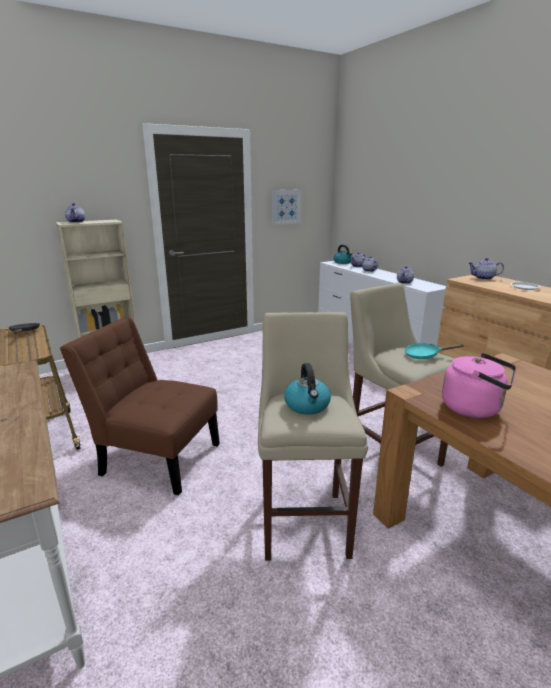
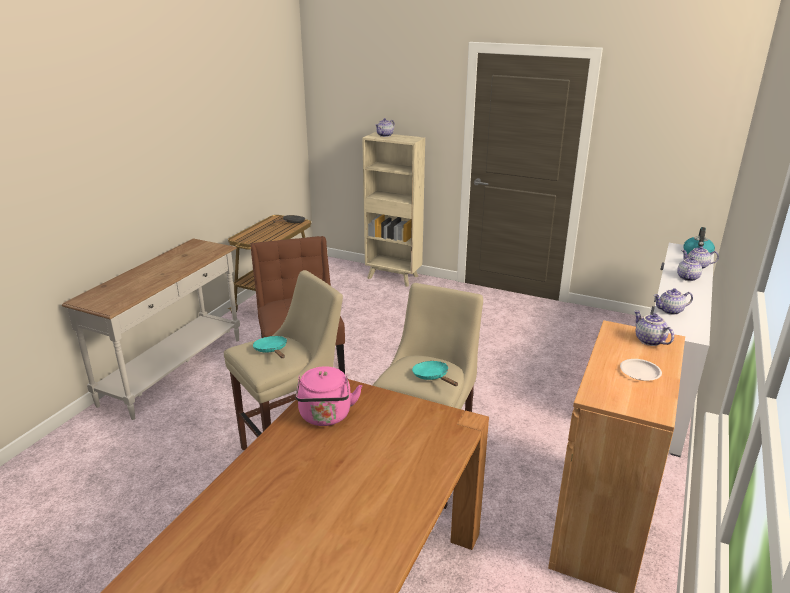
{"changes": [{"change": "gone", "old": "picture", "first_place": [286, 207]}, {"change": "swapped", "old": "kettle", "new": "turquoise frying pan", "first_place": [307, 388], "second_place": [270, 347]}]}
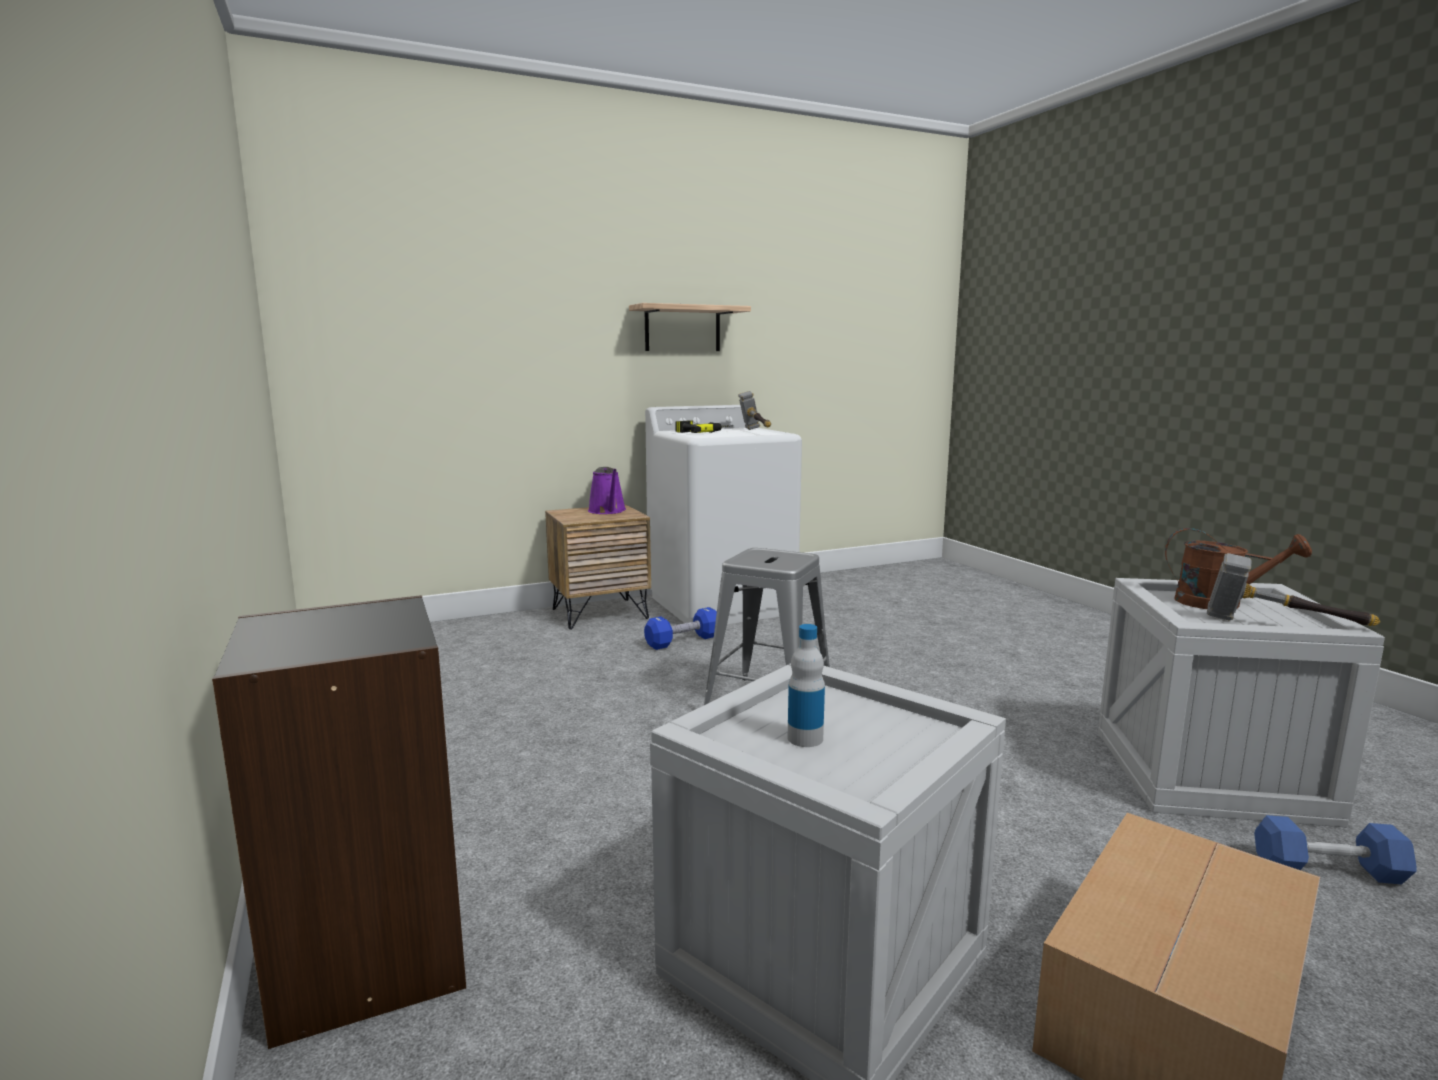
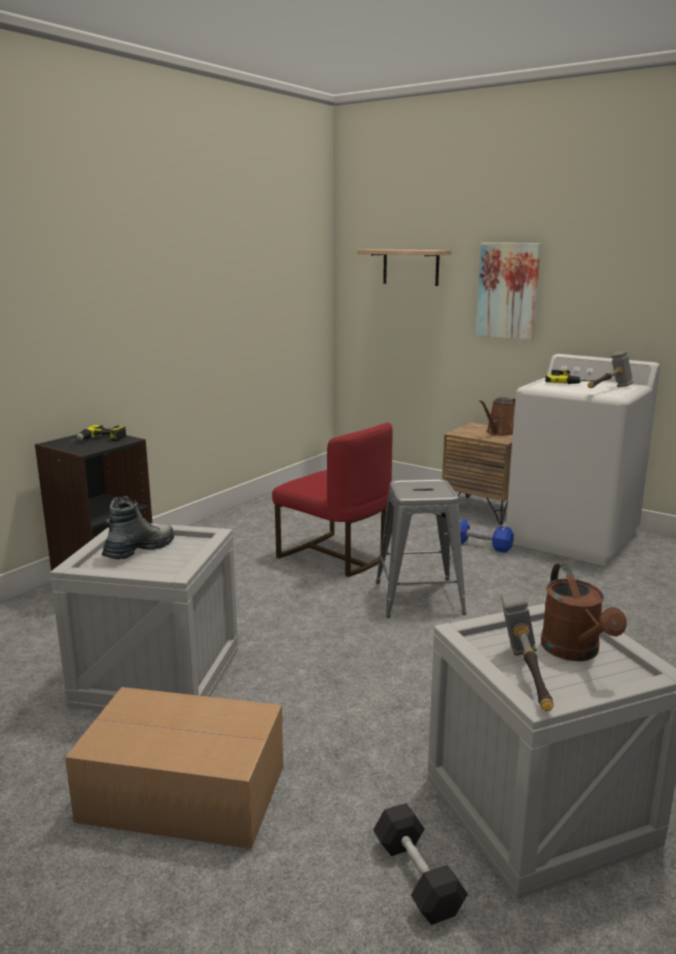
{"changes": [{"change": "new", "new": "power drill", "second_place": [97, 434]}, {"change": "new", "new": "red chair", "second_place": [332, 499]}, {"change": "new", "new": "picture", "second_place": [508, 291]}, {"change": "shifted", "old": "shelf", "first_place": [690, 327], "second_place": [404, 267]}, {"change": "swapped", "old": "bottle", "new": "boot", "first_place": [806, 685], "second_place": [137, 528]}, {"change": "repainted", "old": "purple watering can", "new": "brown watering can", "first_place": [607, 490], "second_place": [497, 416]}, {"change": "repainted", "old": "blue dumbbell", "new": "black dumbbell", "first_place": [1335, 849], "second_place": [420, 864]}]}
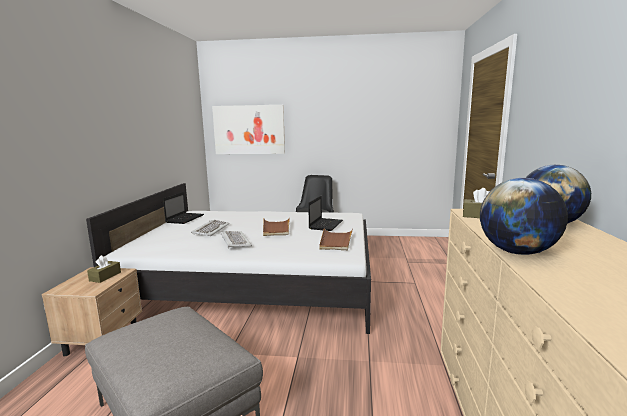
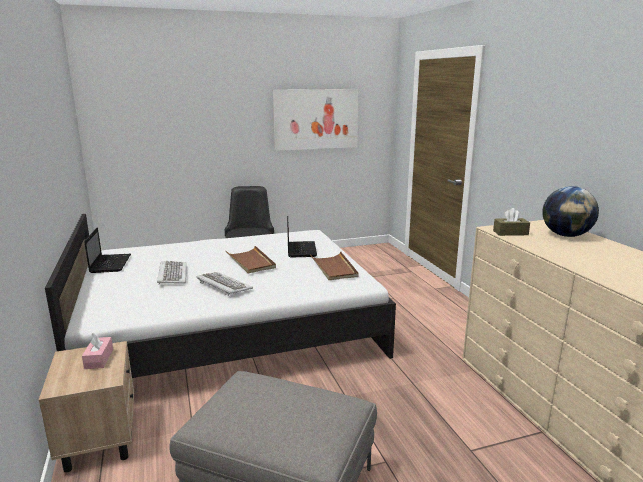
{"changes": [{"change": "gone", "old": "globe", "first_place": [524, 216]}, {"change": "shifted", "old": "picture", "first_place": [248, 129], "second_place": [315, 120]}, {"change": "repainted", "old": "brown tissue box", "new": "pink tissue box", "first_place": [104, 269], "second_place": [97, 350]}]}
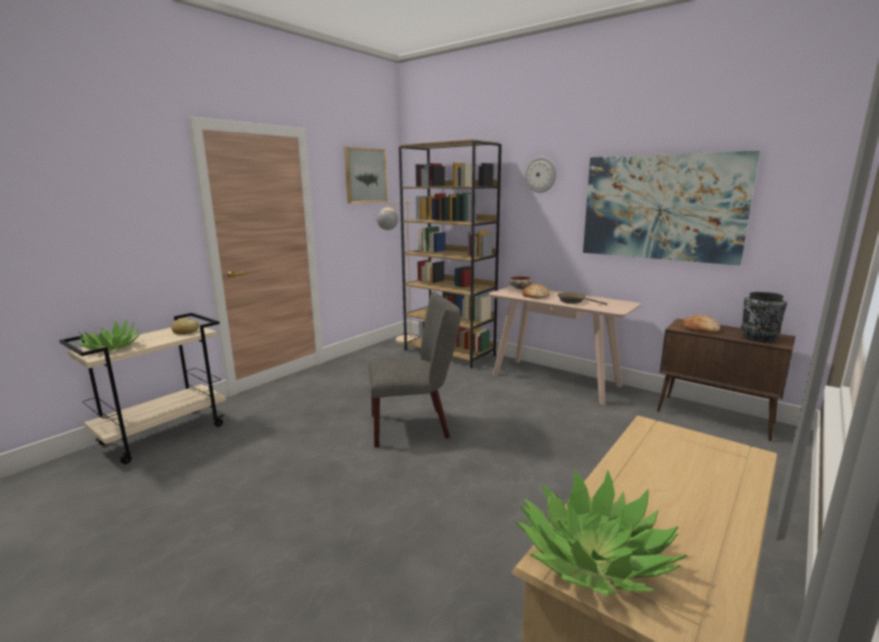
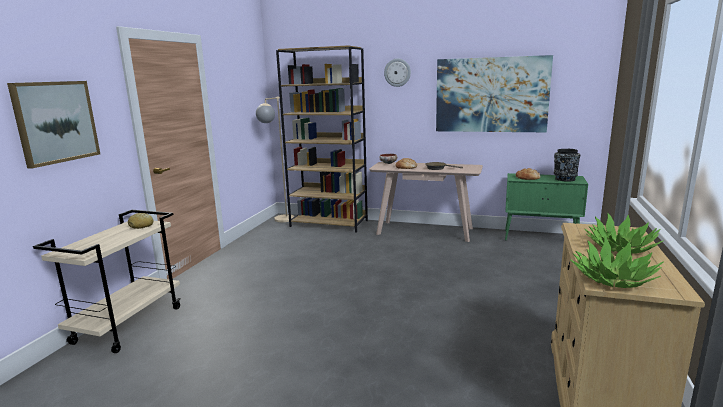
{"changes": [{"change": "gone", "old": "grey chair", "first_place": [415, 369]}, {"change": "shifted", "old": "potted plant", "first_place": [108, 335], "second_place": [624, 233]}, {"change": "shifted", "old": "picture", "first_place": [366, 175], "second_place": [53, 125]}, {"change": "repainted", "old": "brown cabinet", "new": "green cabinet", "first_place": [726, 380], "second_place": [546, 207]}]}
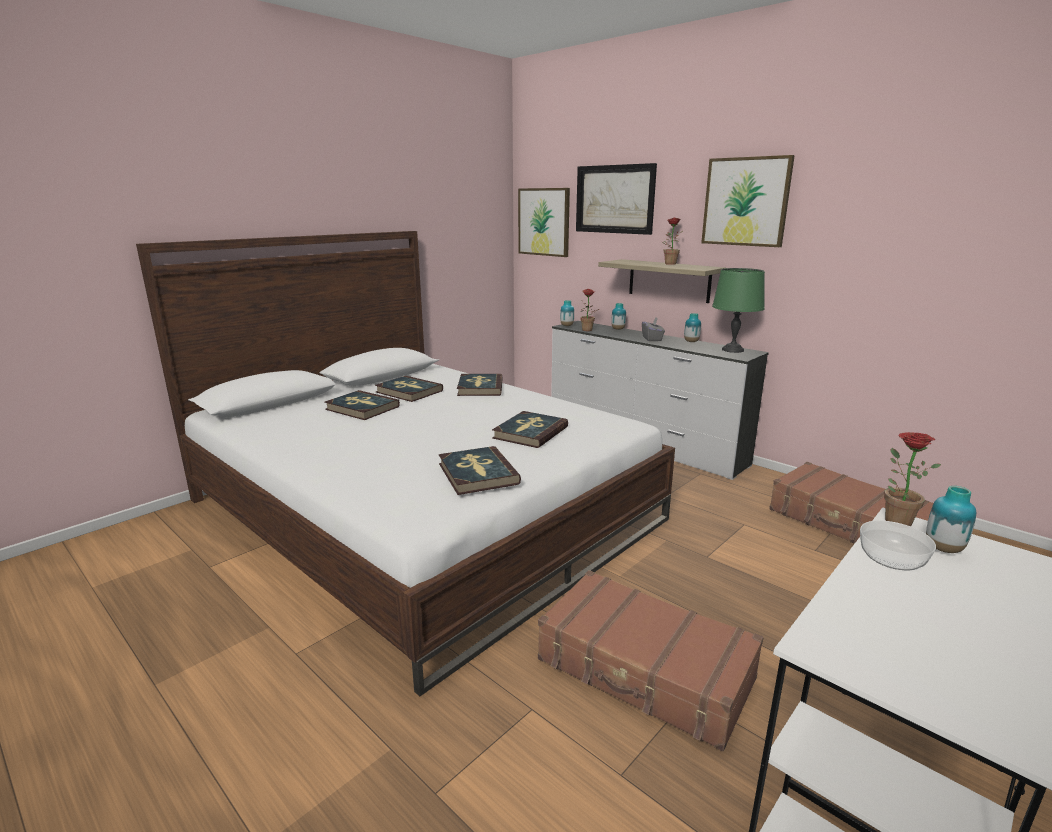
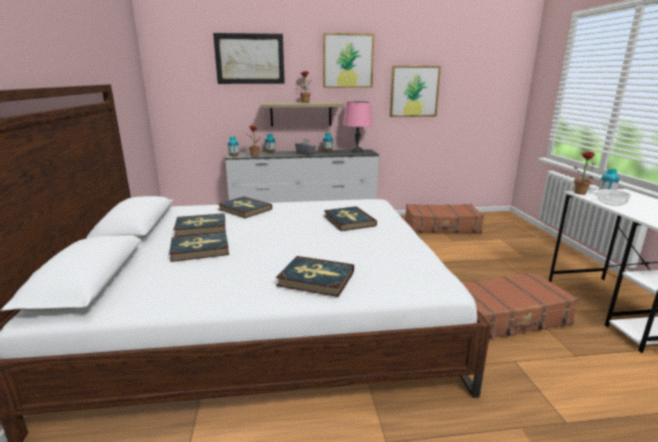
{"changes": [{"change": "shifted", "old": "book", "first_place": [480, 470], "second_place": [315, 276]}, {"change": "shifted", "old": "picture", "first_place": [544, 222], "second_place": [415, 91]}, {"change": "repainted", "old": "green table lamp", "new": "pink table lamp", "first_place": [738, 310], "second_place": [358, 126]}]}
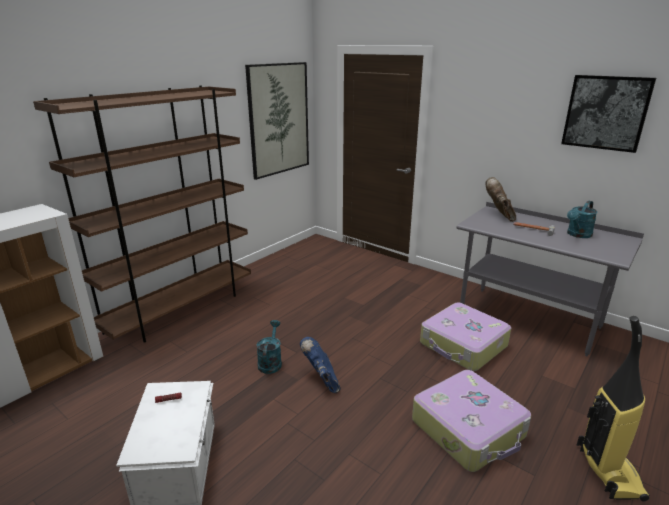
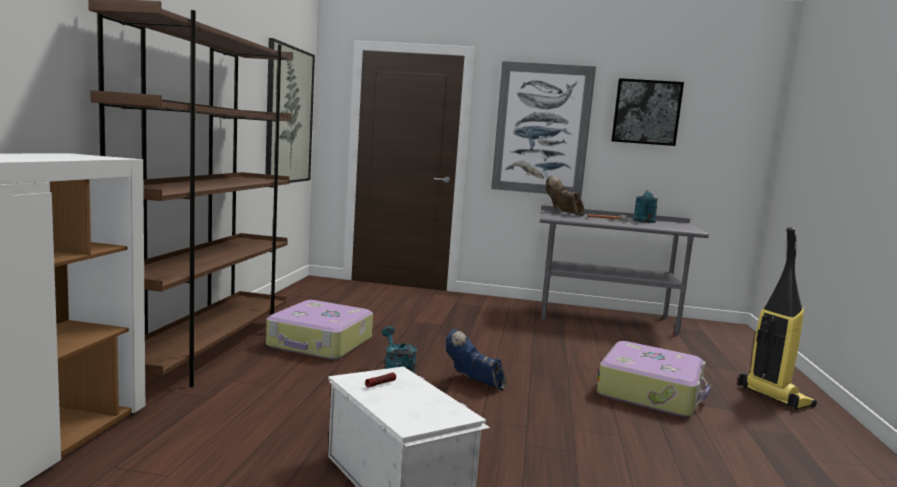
{"changes": [{"change": "new", "new": "picture", "second_place": [543, 129]}, {"change": "shifted", "old": "suitcase", "first_place": [465, 337], "second_place": [319, 330]}]}
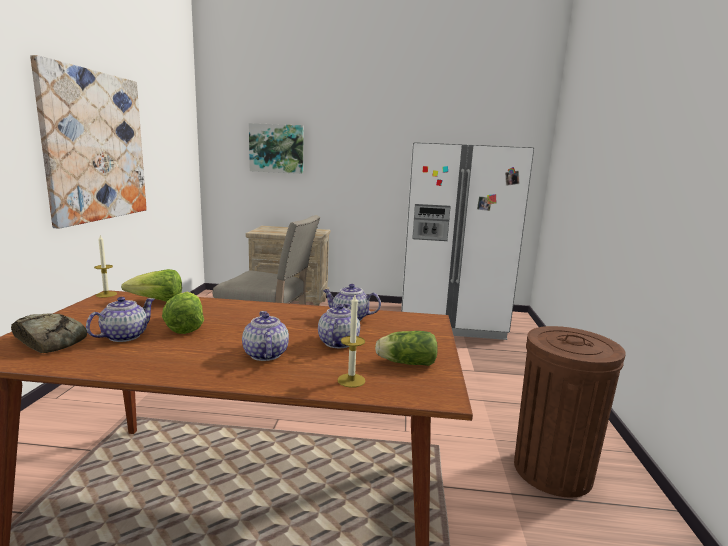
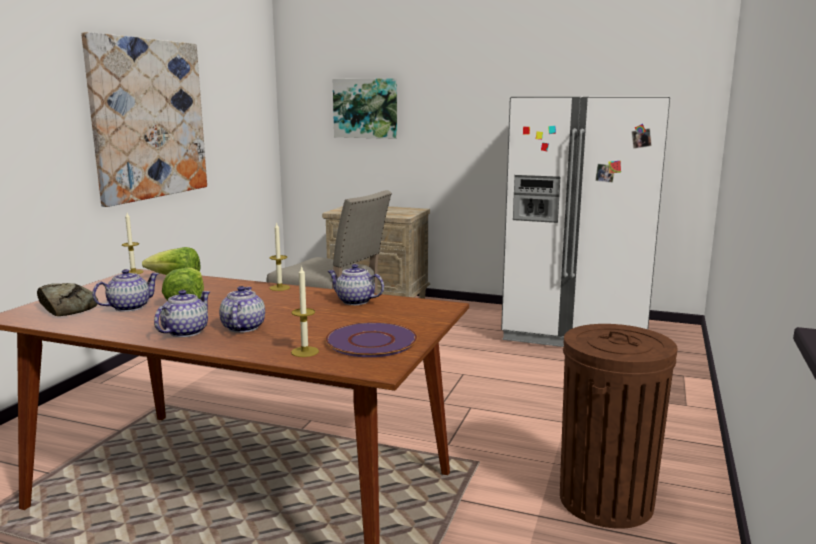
{"changes": [{"change": "new", "new": "candle", "second_place": [279, 256]}, {"change": "shifted", "old": "teapot", "first_place": [339, 325], "second_place": [182, 313]}, {"change": "swapped", "old": "lettuce", "new": "purple plate", "first_place": [406, 348], "second_place": [371, 339]}]}
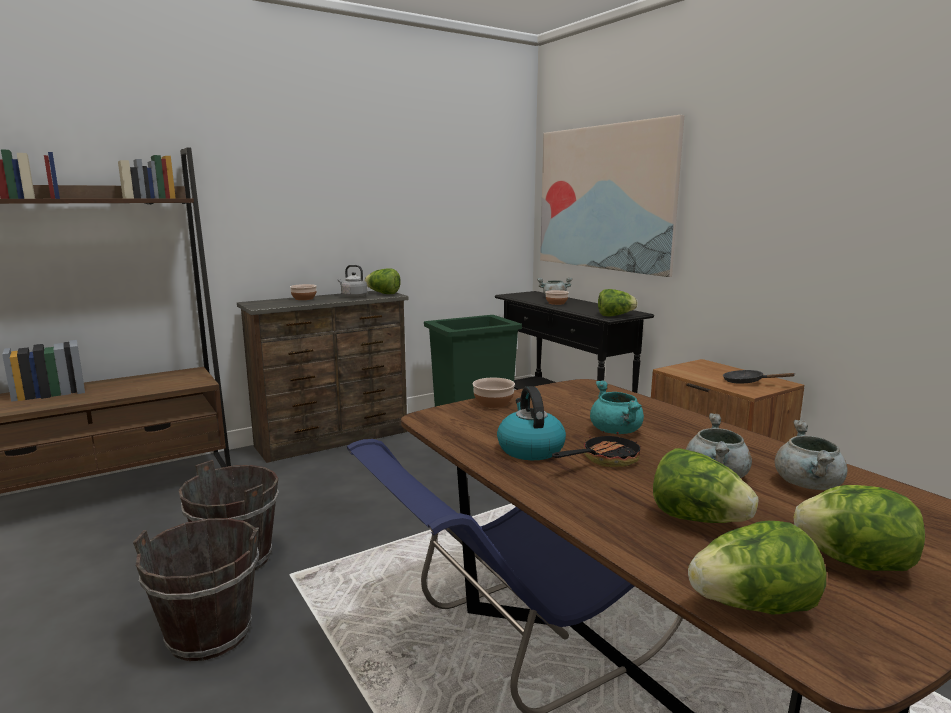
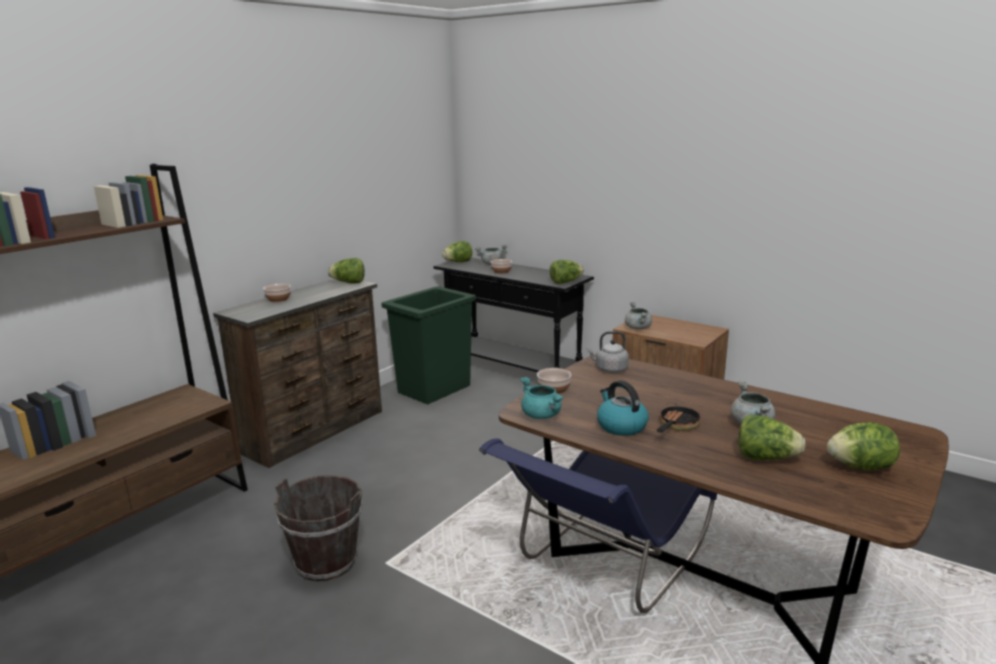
{"changes": [{"change": "gone", "old": "brown bucket", "first_place": [196, 589]}, {"change": "gone", "old": "picture", "first_place": [612, 196]}, {"change": "gone", "old": "black frying pan", "first_place": [759, 376]}, {"change": "shifted", "old": "grey kettle", "first_place": [352, 281], "second_place": [608, 352]}, {"change": "shifted", "old": "turquoise cooking pot", "first_place": [617, 407], "second_place": [542, 398]}, {"change": "shifted", "old": "lettuce", "first_place": [757, 568], "second_place": [457, 251]}, {"change": "shifted", "old": "grey cooking pot", "first_place": [811, 455], "second_place": [638, 315]}]}
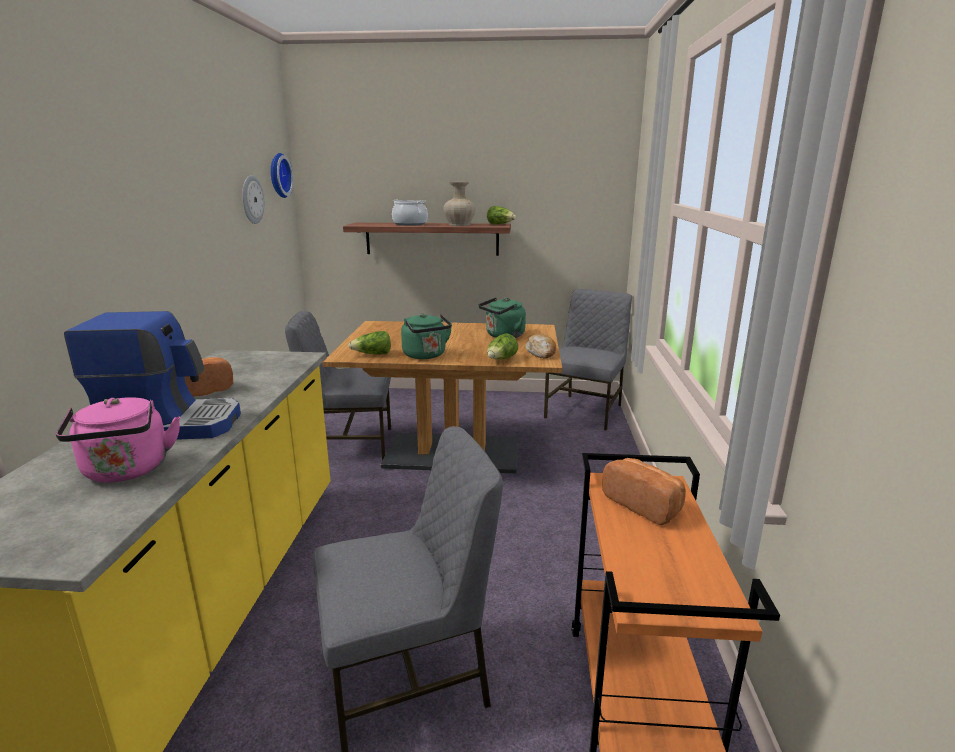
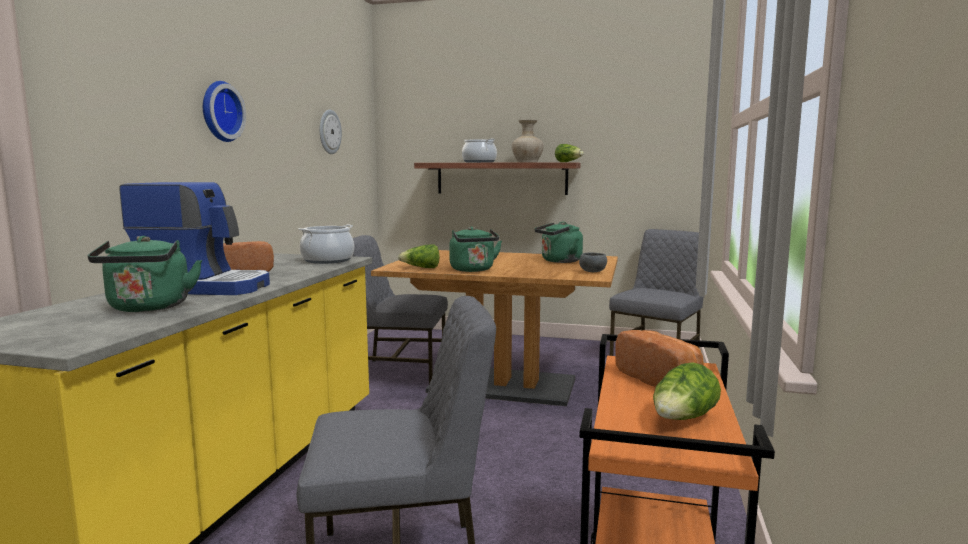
{"changes": [{"change": "new", "new": "cooking pot", "second_place": [326, 244]}, {"change": "shifted", "old": "wall clock", "first_place": [282, 175], "second_place": [224, 111]}, {"change": "shifted", "old": "lettuce", "first_place": [502, 346], "second_place": [687, 391]}, {"change": "swapped", "old": "bread", "new": "grey bowl", "first_place": [540, 346], "second_place": [593, 262]}, {"change": "repainted", "old": "pink kettle", "new": "green kettle", "first_place": [118, 440], "second_place": [145, 274]}]}
